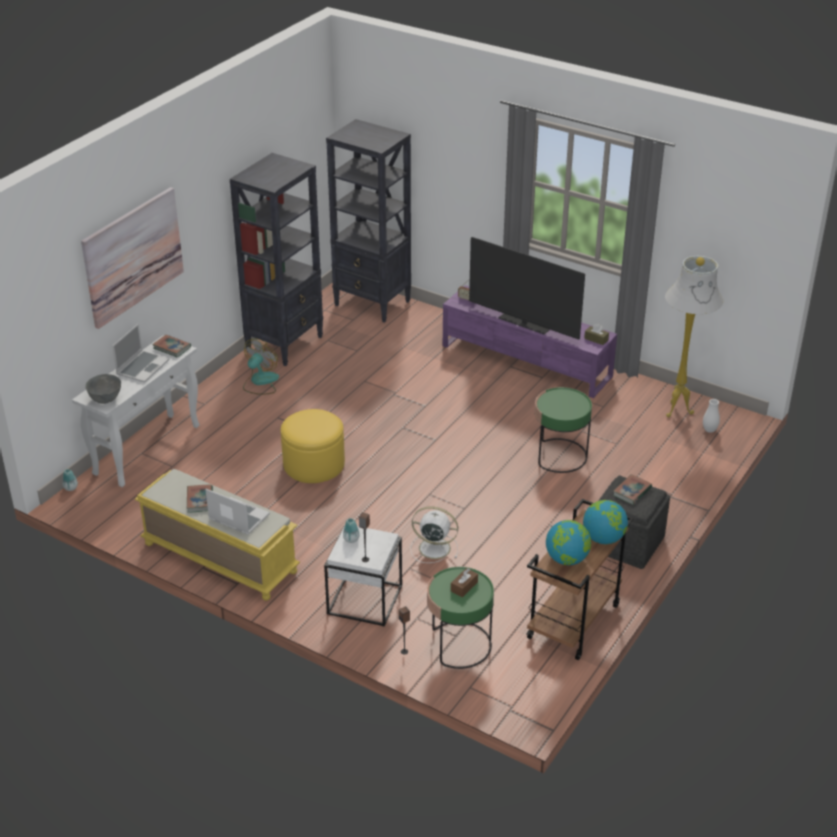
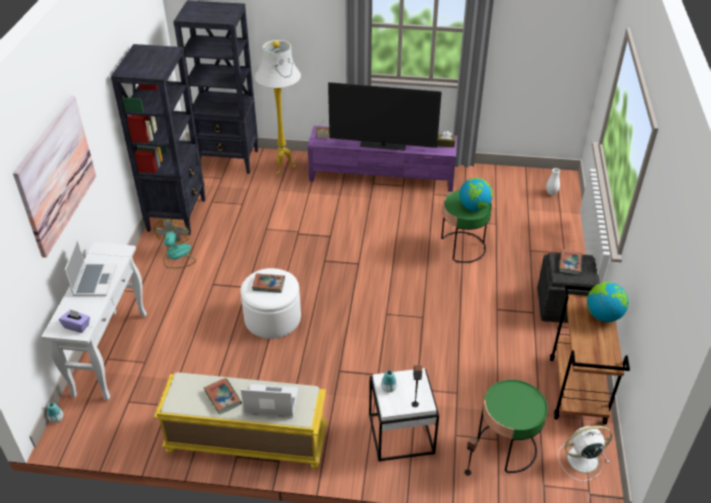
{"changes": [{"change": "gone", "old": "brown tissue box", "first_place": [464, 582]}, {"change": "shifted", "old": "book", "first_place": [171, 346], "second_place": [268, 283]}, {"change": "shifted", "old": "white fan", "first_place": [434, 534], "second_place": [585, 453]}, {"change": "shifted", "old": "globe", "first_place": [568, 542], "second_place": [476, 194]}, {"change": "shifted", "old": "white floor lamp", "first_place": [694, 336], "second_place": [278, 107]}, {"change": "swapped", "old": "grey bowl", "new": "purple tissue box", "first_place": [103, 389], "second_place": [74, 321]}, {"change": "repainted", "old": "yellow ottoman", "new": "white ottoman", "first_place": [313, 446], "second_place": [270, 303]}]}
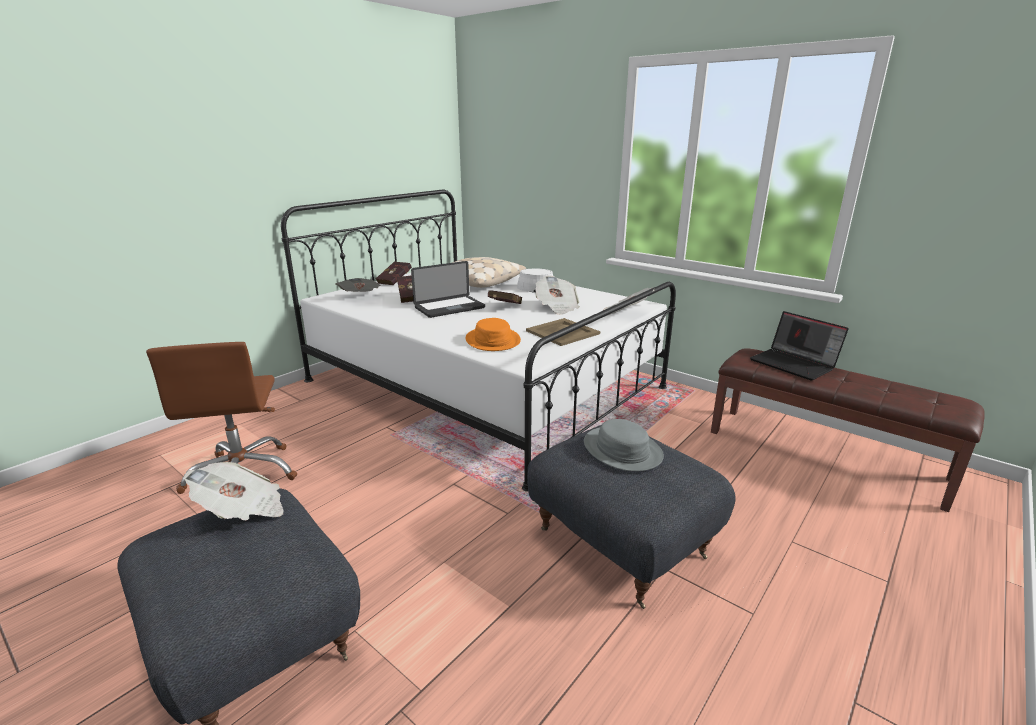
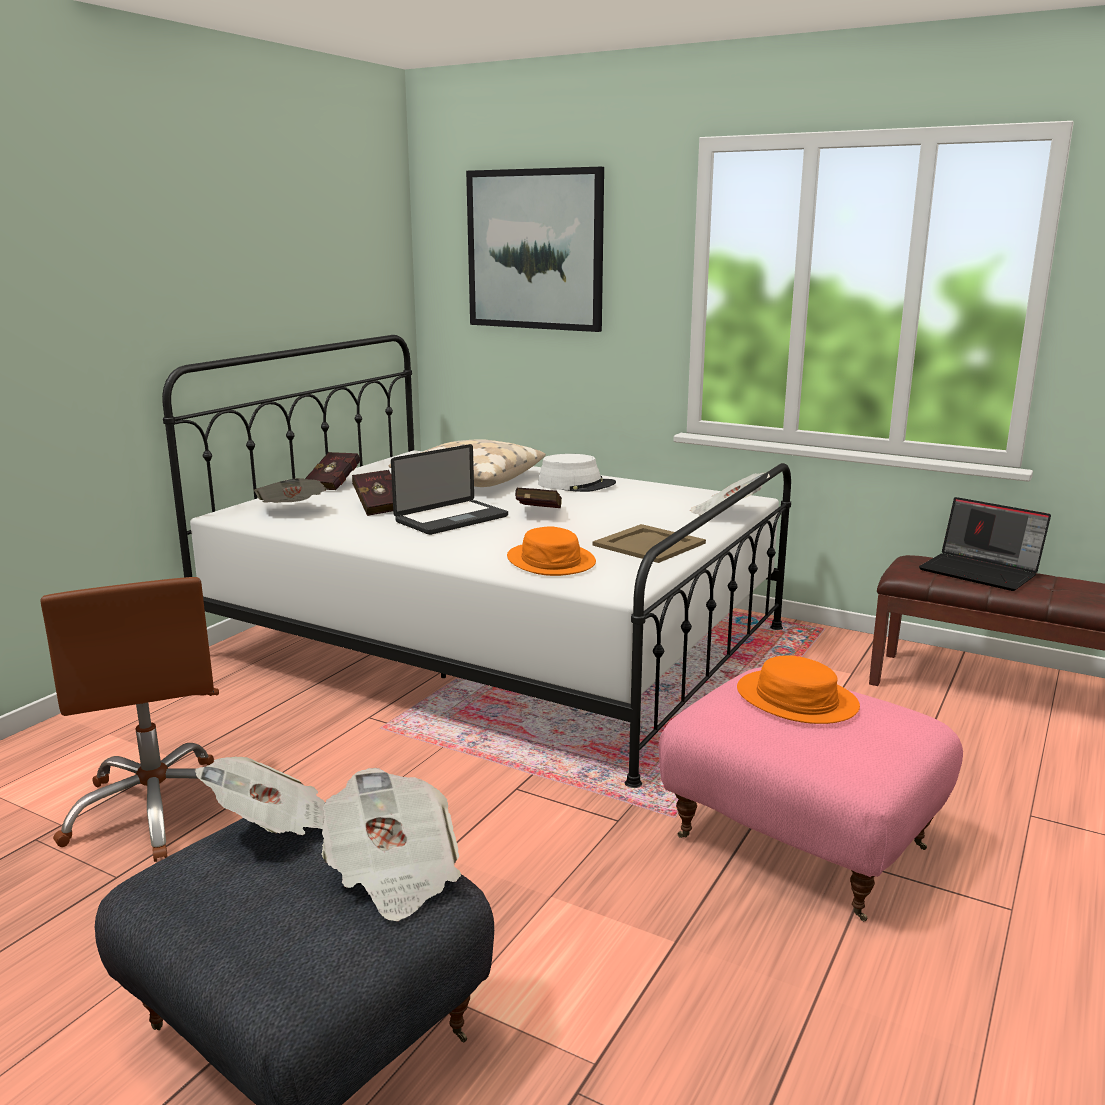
{"changes": [{"change": "new", "new": "picture", "second_place": [535, 249]}, {"change": "shifted", "old": "newspaper", "first_place": [557, 295], "second_place": [391, 844]}, {"change": "repainted", "old": "grey ottoman", "new": "pink ottoman", "first_place": [631, 517], "second_place": [811, 794]}, {"change": "repainted", "old": "grey hat", "new": "orange hat", "first_place": [624, 445], "second_place": [798, 689]}]}
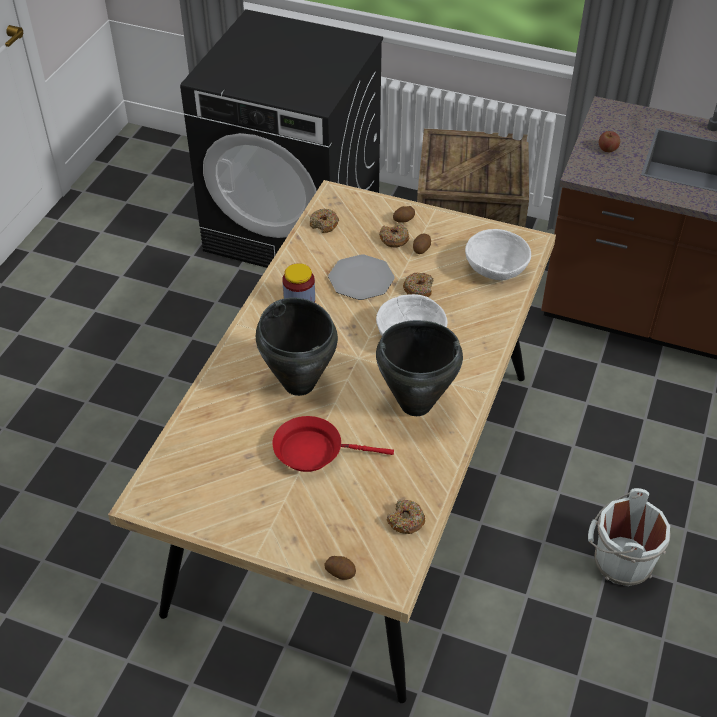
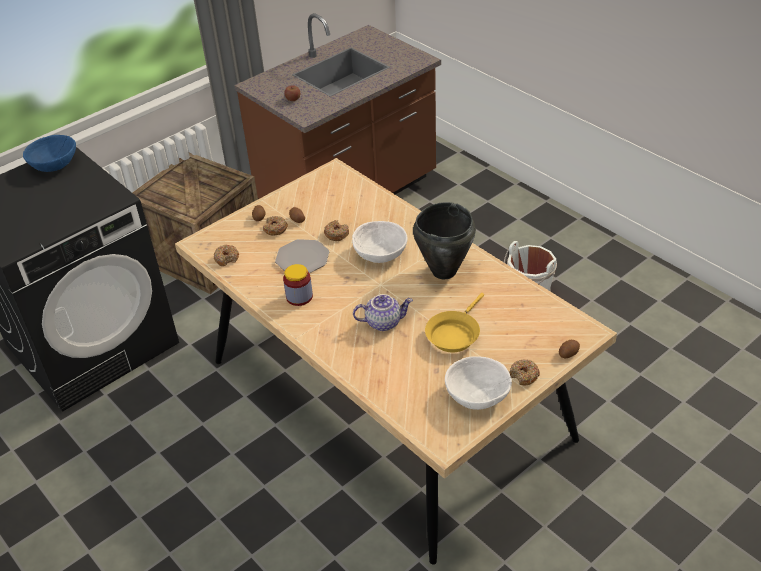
{"changes": [{"change": "new", "new": "blue bowl", "second_place": [49, 153]}, {"change": "shifted", "old": "donut", "first_place": [406, 517], "second_place": [524, 372]}, {"change": "shifted", "old": "white bowl", "first_place": [498, 254], "second_place": [478, 383]}, {"change": "swapped", "old": "black cooking pot", "new": "teapot", "first_place": [297, 347], "second_place": [383, 312]}, {"change": "repainted", "old": "red frying pan", "new": "yellow frying pan", "first_place": [333, 444], "second_place": [454, 322]}]}
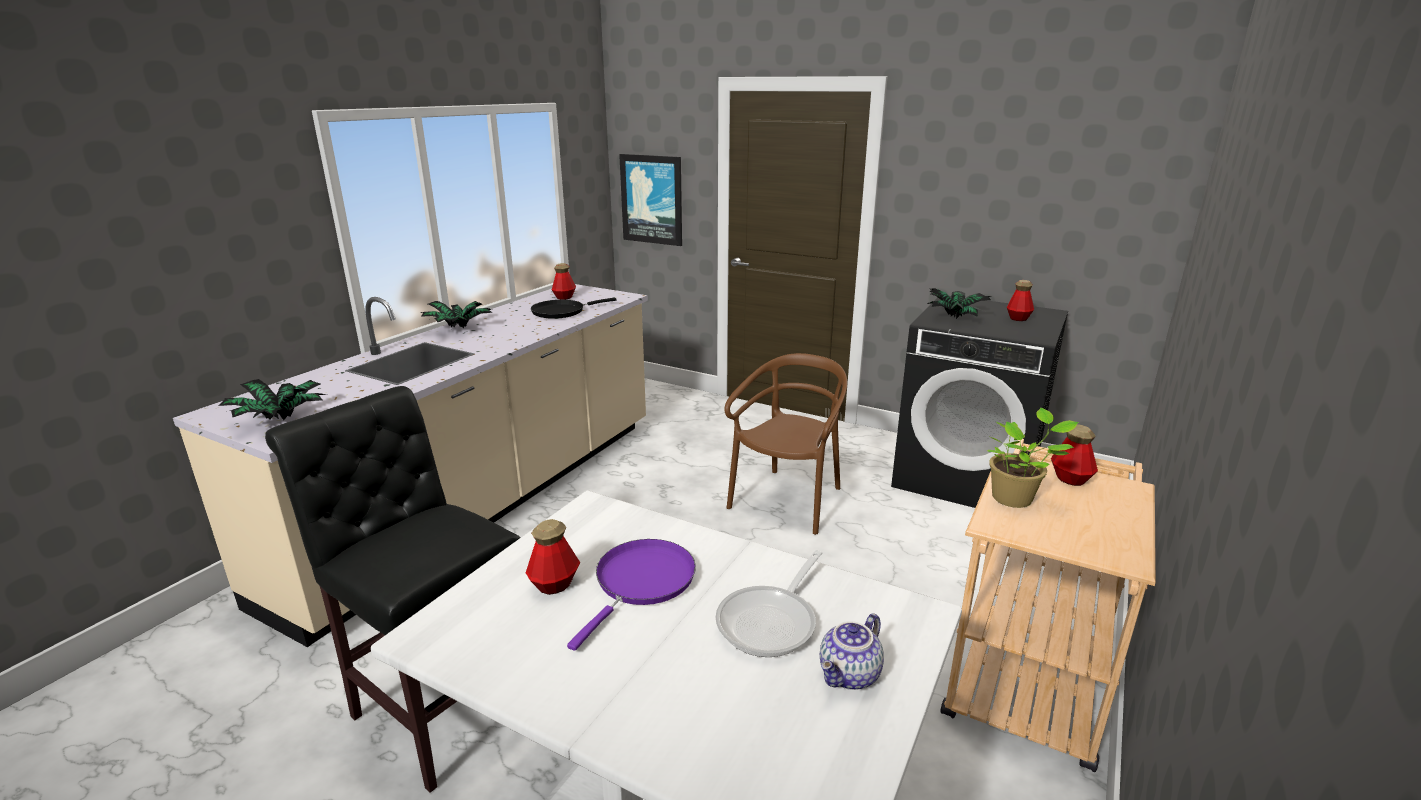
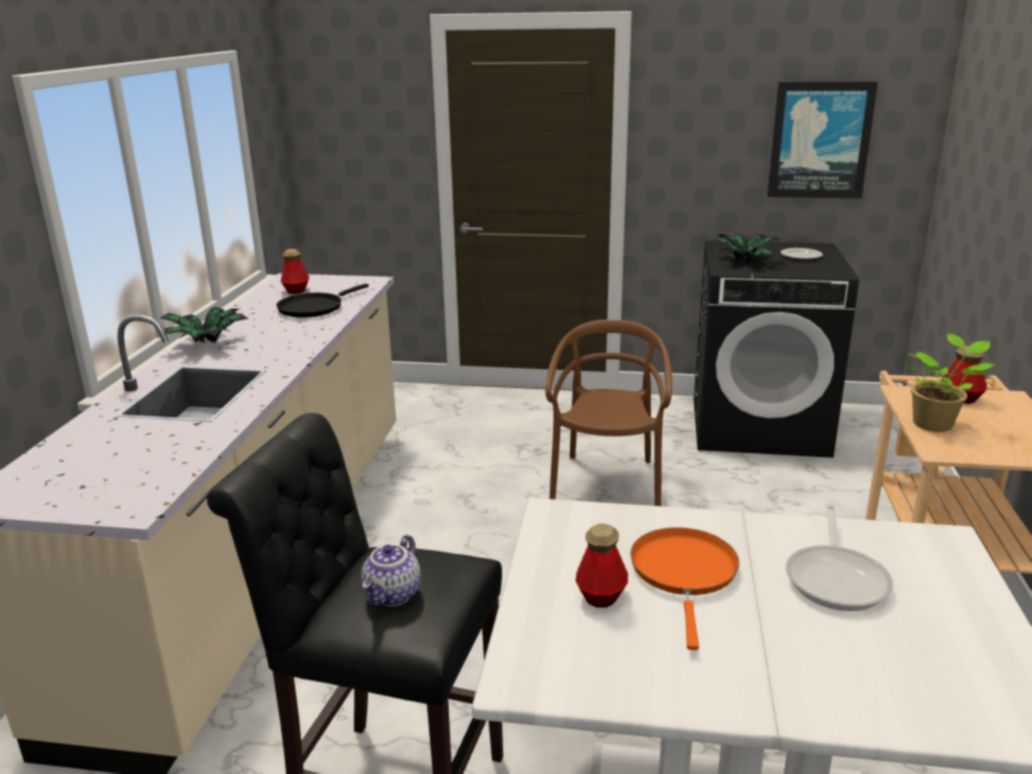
{"changes": [{"change": "gone", "old": "potted plant", "first_place": [272, 399]}, {"change": "shifted", "old": "picture", "first_place": [650, 200], "second_place": [822, 139]}, {"change": "shifted", "old": "teapot", "first_place": [852, 651], "second_place": [391, 570]}, {"change": "swapped", "old": "bottle", "new": "plate", "first_place": [1020, 300], "second_place": [801, 254]}, {"change": "repainted", "old": "purple frying pan", "new": "orange frying pan", "first_place": [631, 595], "second_place": [684, 588]}]}
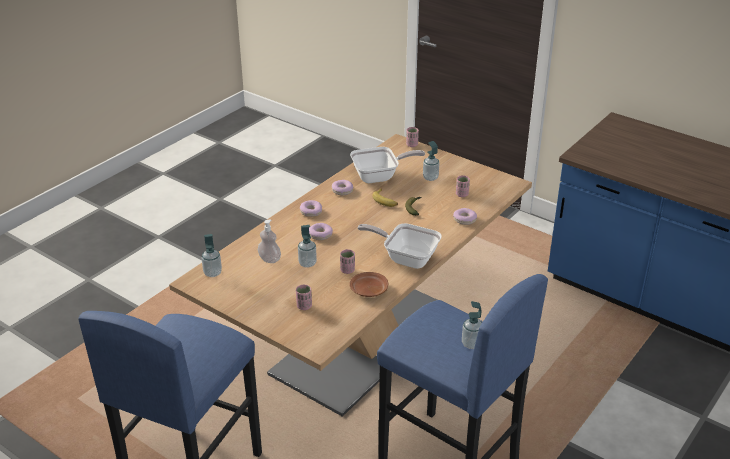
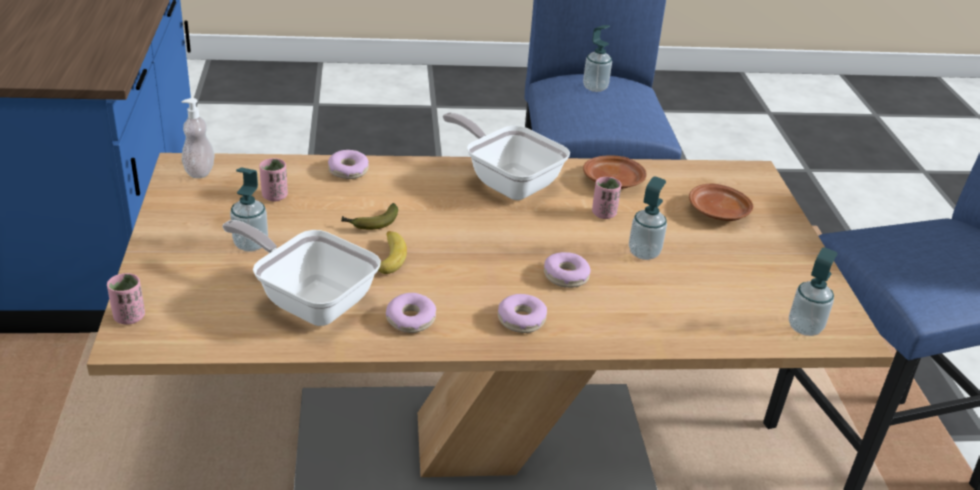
{"changes": [{"change": "shifted", "old": "soap dispenser", "first_place": [269, 241], "second_place": [198, 138]}, {"change": "swapped", "old": "pink cup", "new": "brown plate", "first_place": [304, 297], "second_place": [721, 202]}, {"change": "rotated", "old": "frying pan", "first_place": [399, 246], "second_place": [506, 156], "degrees": 150}]}
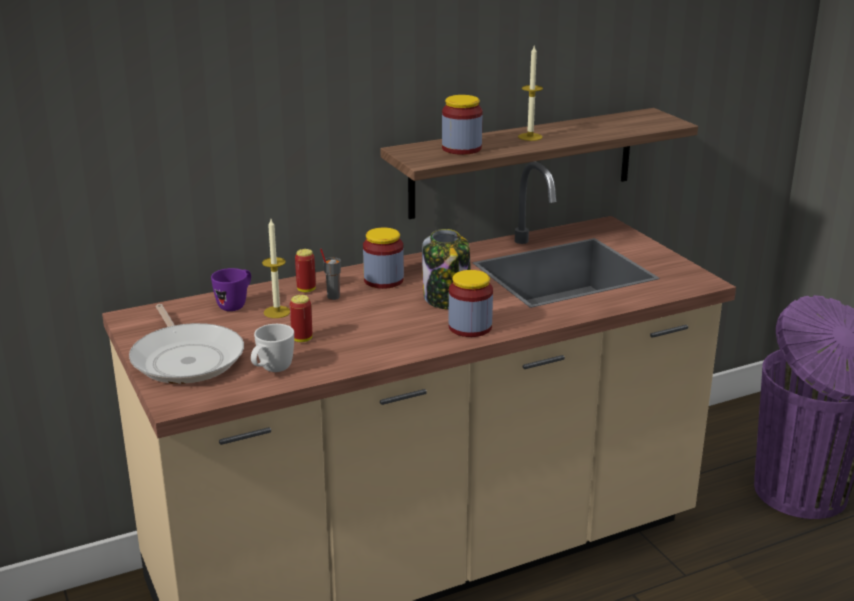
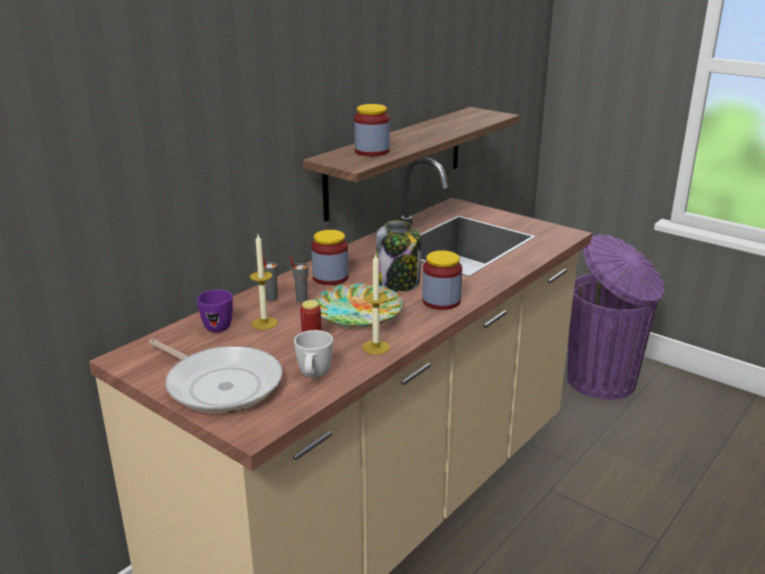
{"changes": [{"change": "new", "new": "plate", "second_place": [358, 305]}, {"change": "shifted", "old": "candle", "first_place": [530, 93], "second_place": [376, 305]}, {"change": "swapped", "old": "can", "new": "grey cup", "first_place": [305, 270], "second_place": [270, 279]}]}
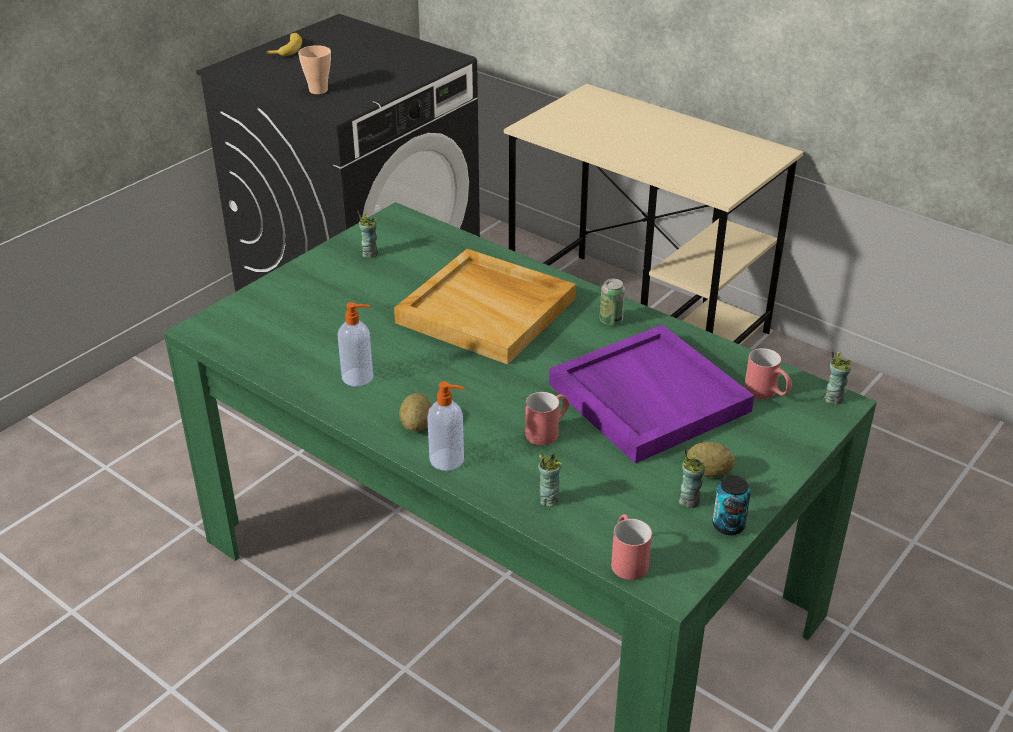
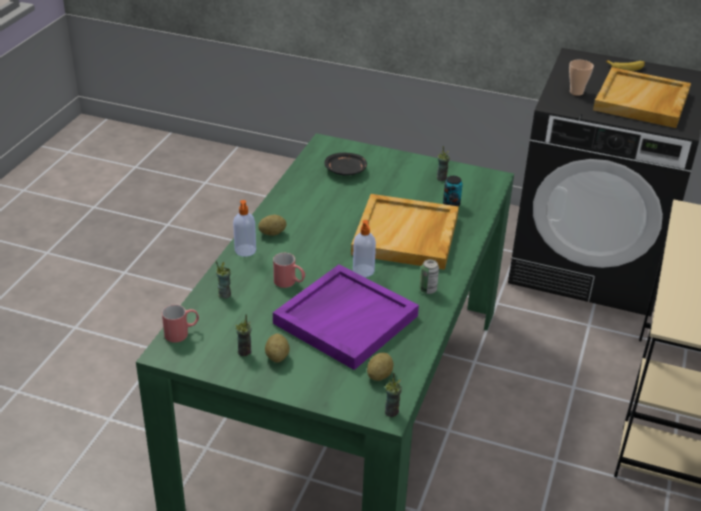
{"changes": [{"change": "new", "new": "black plate", "second_place": [345, 164]}, {"change": "new", "new": "beige tray", "second_place": [642, 97]}, {"change": "shifted", "old": "soap dispenser", "first_place": [355, 344], "second_place": [364, 248]}, {"change": "shifted", "old": "can", "first_place": [731, 505], "second_place": [453, 191]}, {"change": "swapped", "old": "red mug", "new": "potato", "first_place": [768, 373], "second_place": [380, 367]}]}
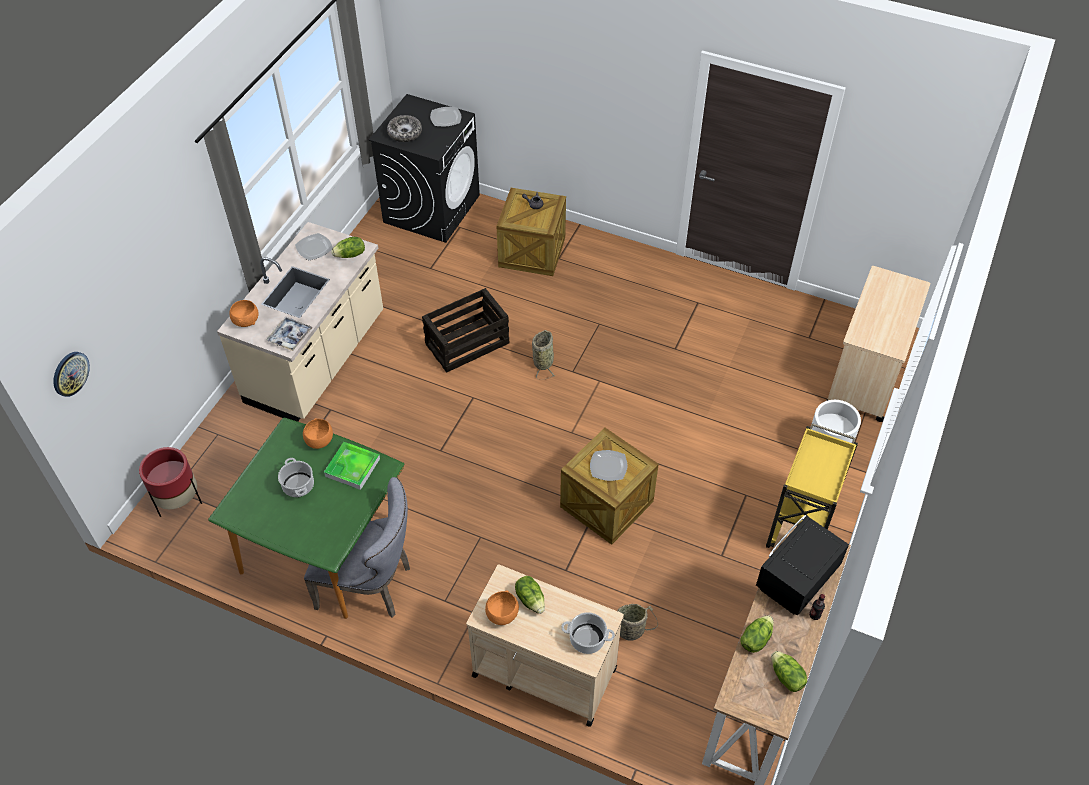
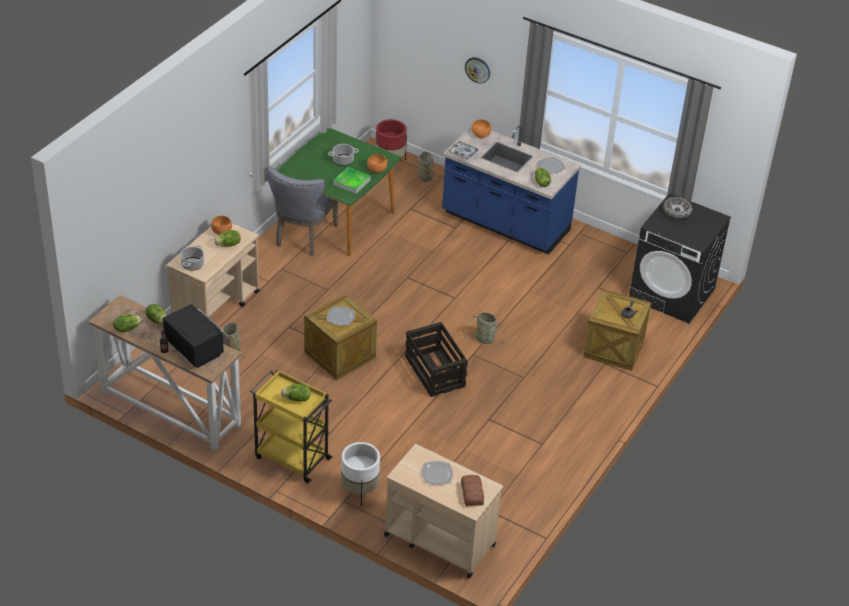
{"changes": [{"change": "new", "new": "lettuce", "second_place": [296, 393]}, {"change": "new", "new": "basket", "second_place": [427, 169]}, {"change": "new", "new": "bread", "second_place": [472, 490]}, {"change": "shifted", "old": "wall clock", "first_place": [71, 374], "second_place": [477, 70]}, {"change": "shifted", "old": "crate", "first_place": [465, 330], "second_place": [436, 359]}, {"change": "shifted", "old": "plate", "first_place": [445, 117], "second_place": [437, 473]}, {"change": "repainted", "old": "beige counter", "new": "blue counter", "first_place": [300, 322], "second_place": [511, 190]}]}
